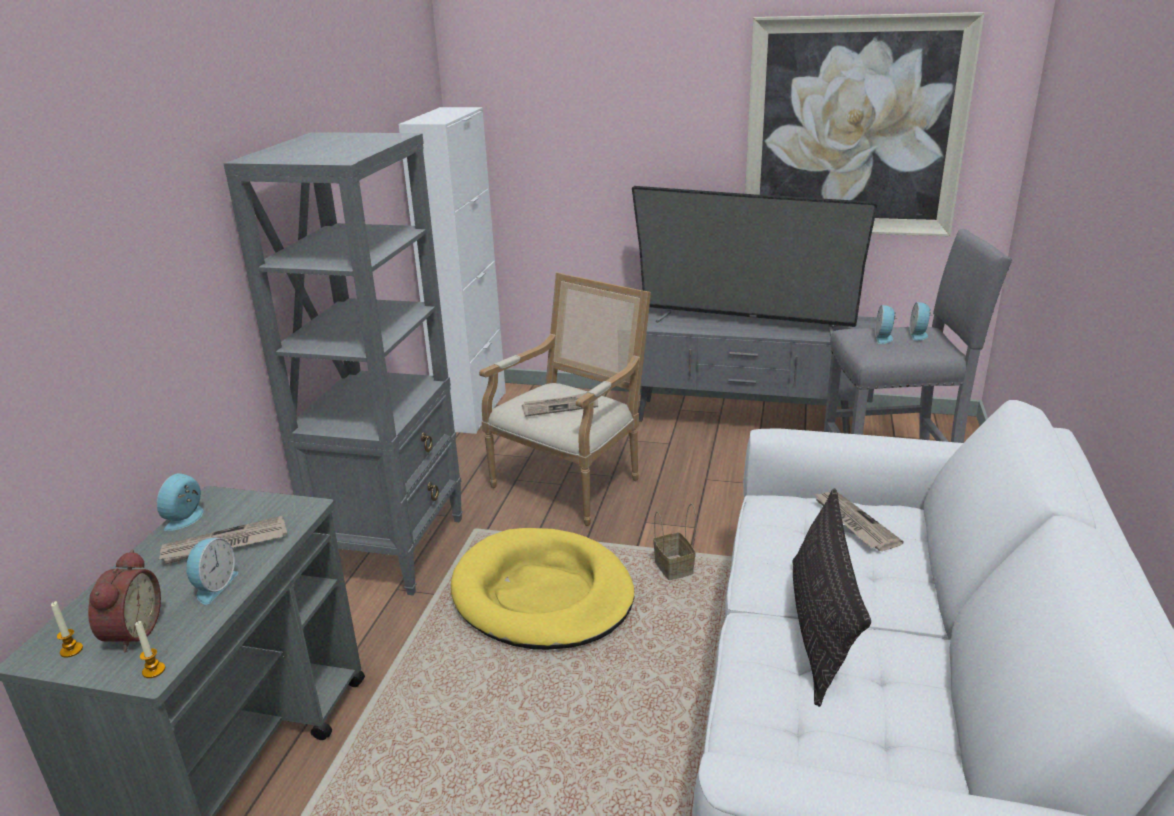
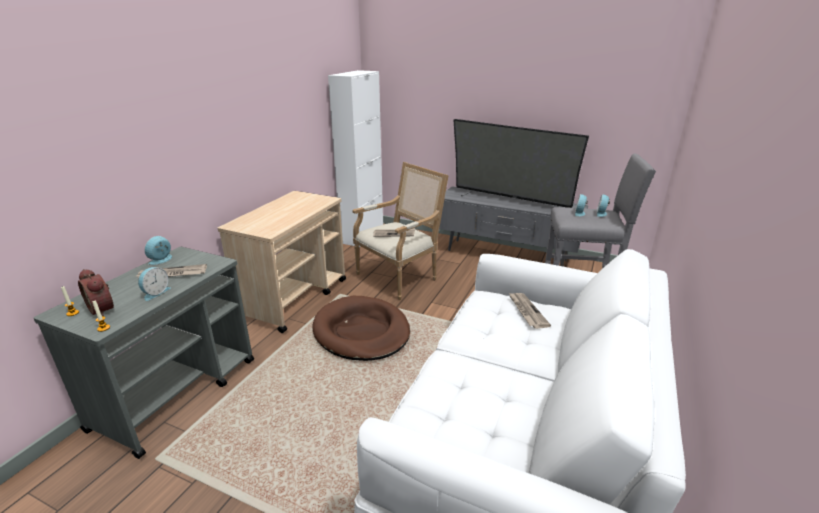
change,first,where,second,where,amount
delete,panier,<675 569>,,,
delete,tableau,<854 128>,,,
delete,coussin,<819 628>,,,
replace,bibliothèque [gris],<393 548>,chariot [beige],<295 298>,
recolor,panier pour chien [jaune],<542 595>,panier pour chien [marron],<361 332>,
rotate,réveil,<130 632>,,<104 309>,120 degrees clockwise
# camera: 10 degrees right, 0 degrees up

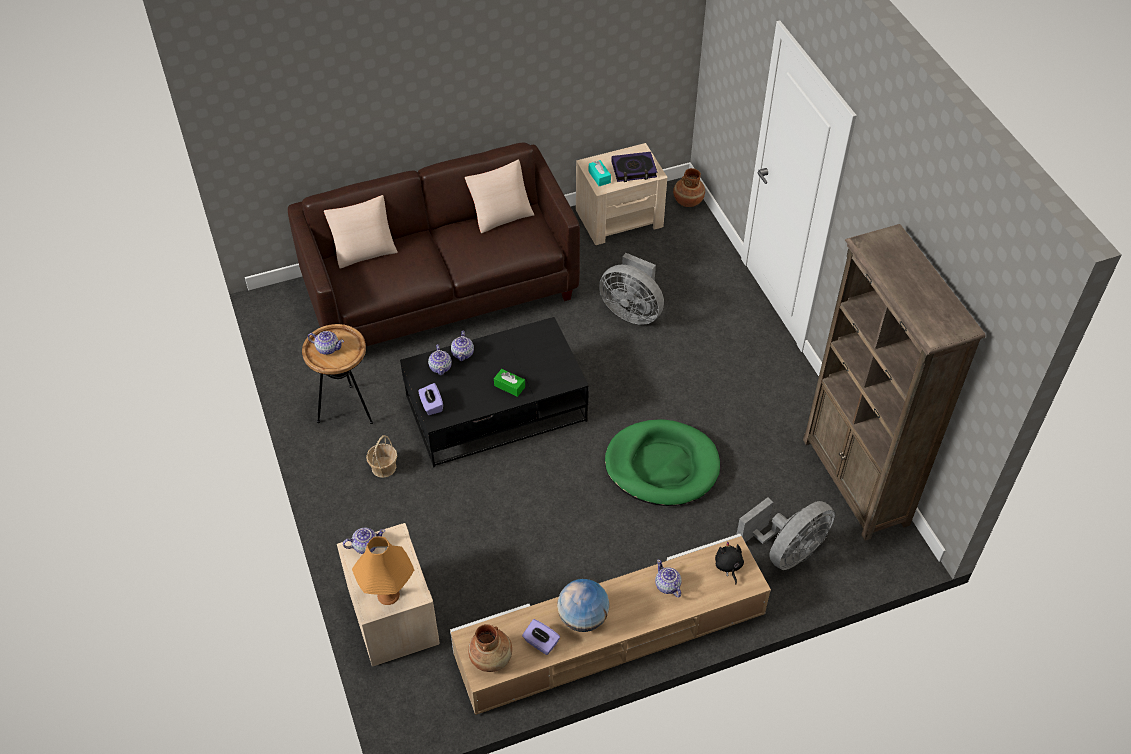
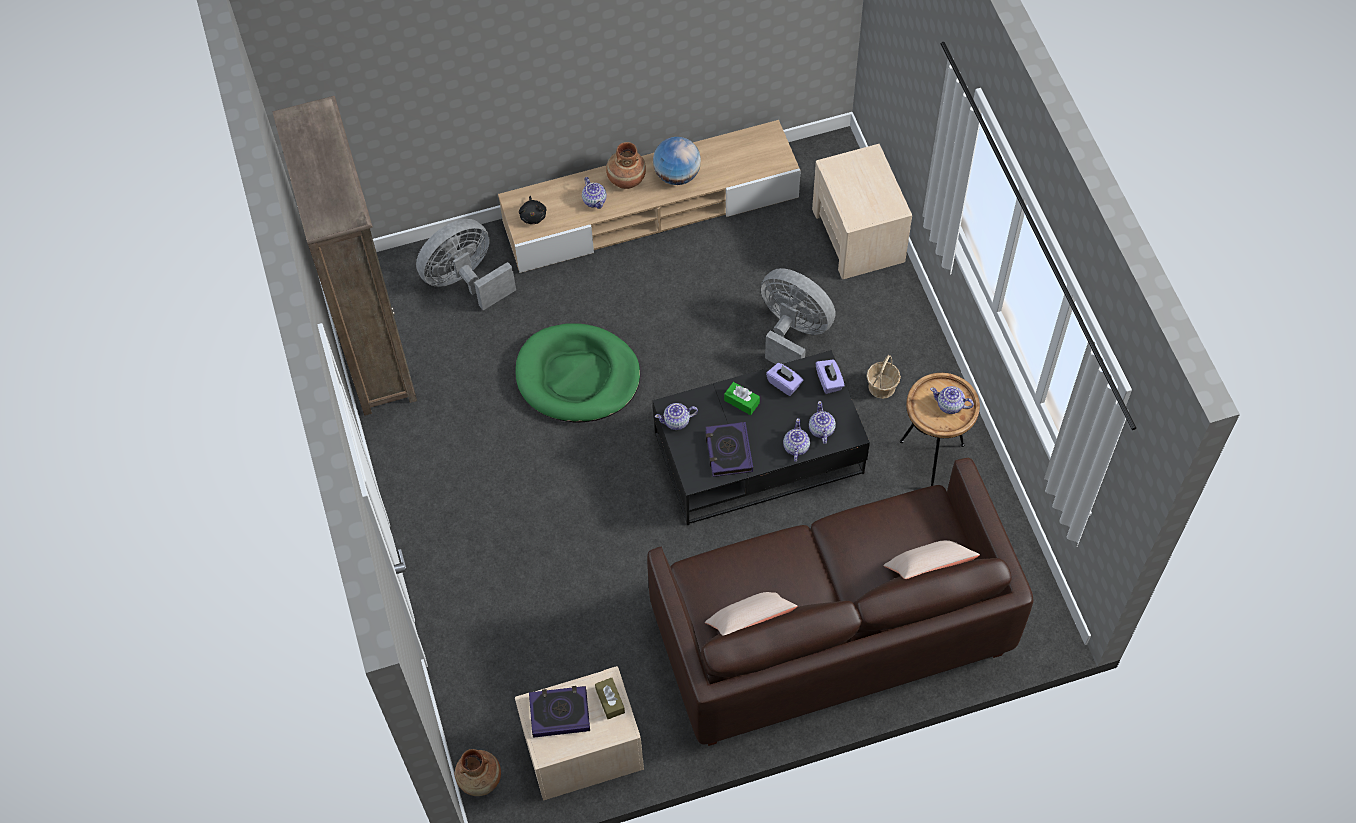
change,first,where,second,where,amount
delete,lampe de table [orange],<388 595>,,,
insert,,,livre,<728 451>,
move,théière,<365 546>,,<677 421>,
move,vase [marron],<491 658>,,<626 179>,
move,boîte à mouchoirs [violet],<541 643>,,<784 384>,
move,ventilateur [gris],<632 311>,,<793 332>,
recolor,boîte à mouchoirs [turquoise],<599 177>,boîte à mouchoirs [marron],<610 701>,
# camera: 175 degrees left, 10 degrees up

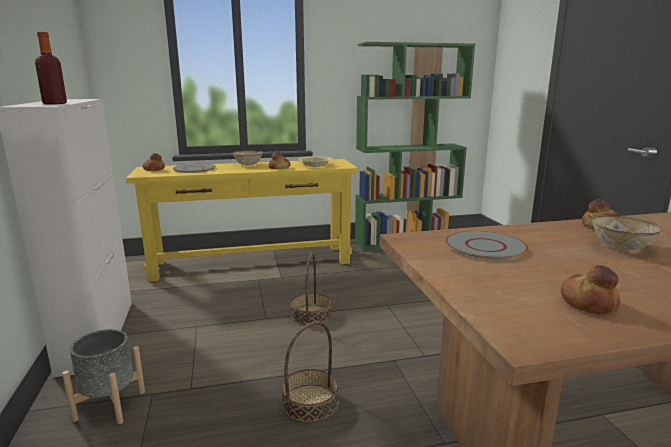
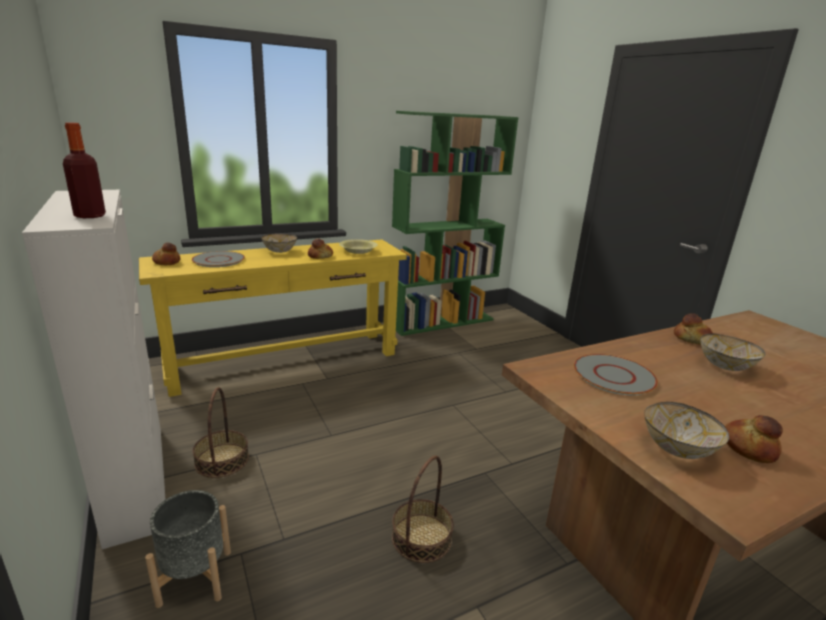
change,first,where,second,where,amount
insert,,,bol,<678 448>,
move,panier,<311 315>,,<222 460>,
# camera: 15 degrees left, 5 degrees up

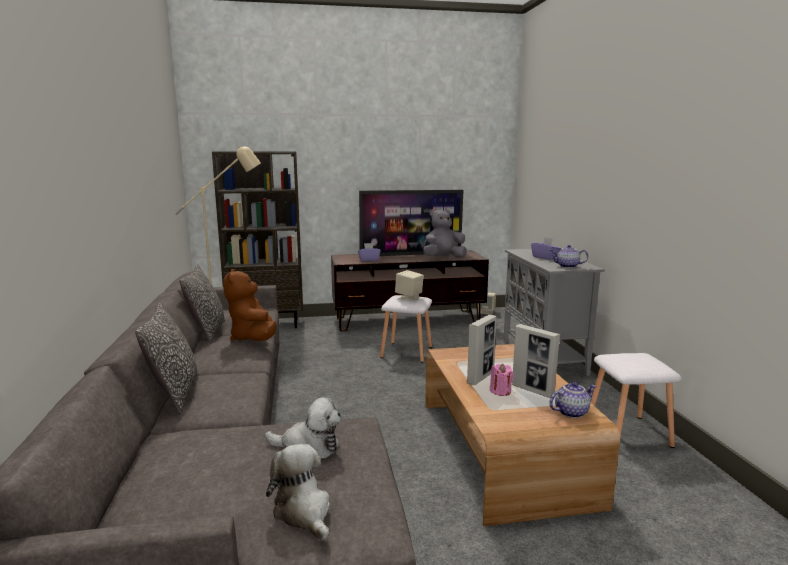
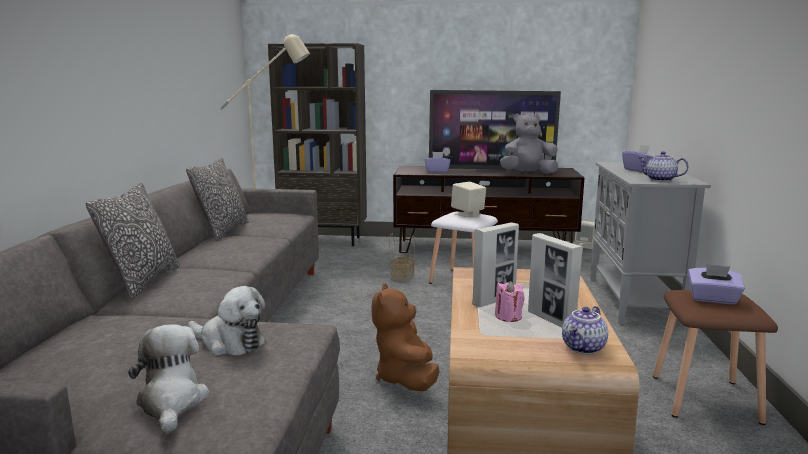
change,first,where,second,where,amount
insert,,,panier,<402 277>,
insert,,,boîte à mouchoirs [violet],<713 299>,
move,peluche [marron],<253 338>,,<406 379>,
recolor,tabouret [blanc],<629 433>,tabouret [marron],<706 399>,
rotate,théière,<571 412>,,<584 348>,135 degrees clockwise
# camera: 15 degrees right, 0 degrees up

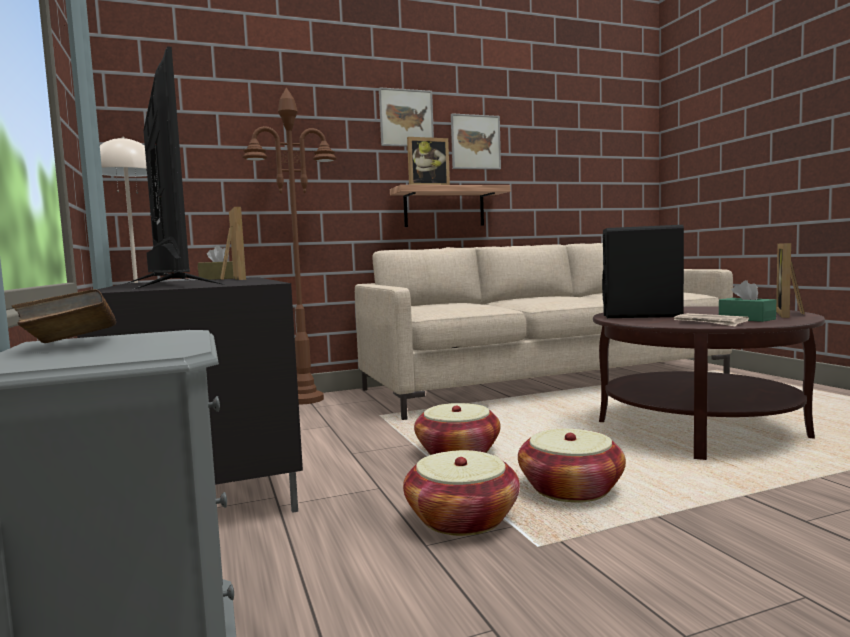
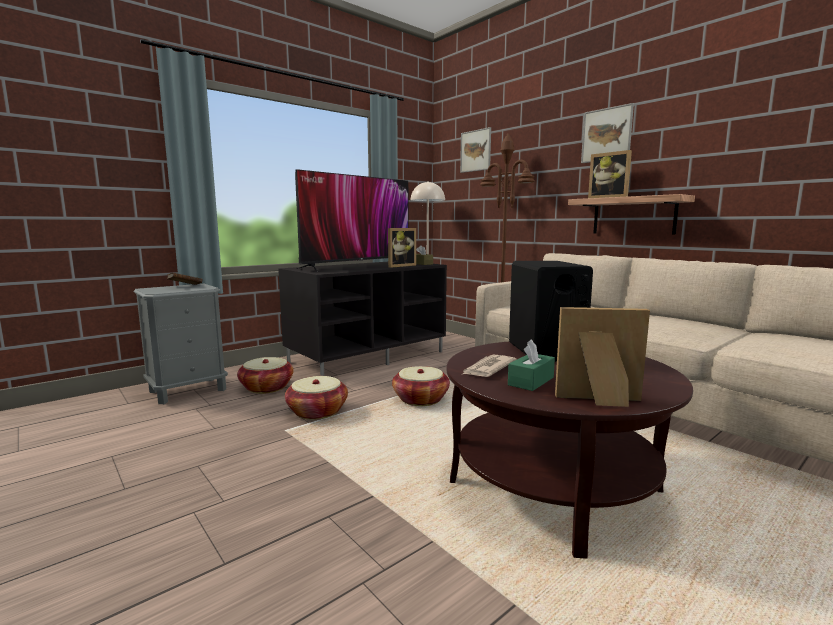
change,first,where,second,where,amount
move,tableau,<475 142>,,<475 150>,
move,panier,<570 489>,,<266 387>,
# camera: 70 degrees right, 5 degrees up

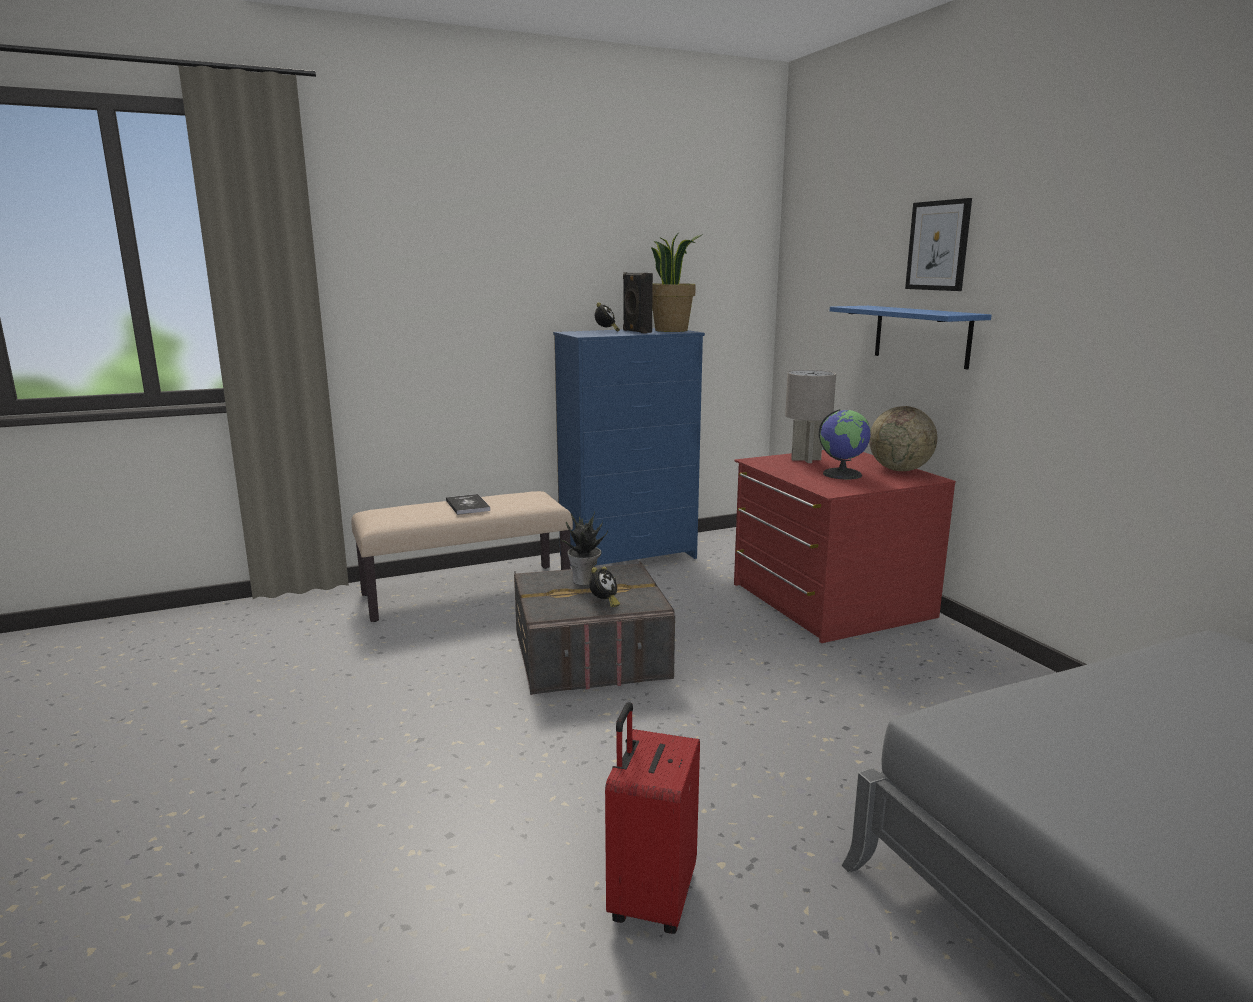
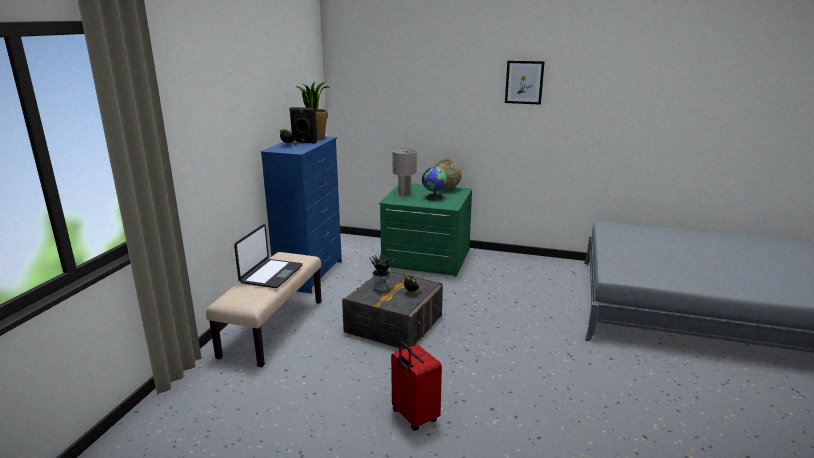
change,first,where,second,where,amount
delete,étagère [bleu],<921 335>,,,
move,valise [rouge],<650 898>,,<414 417>,
move,tableau,<938 245>,,<524 82>,
replace,livre,<467 505>,ordinateur portable,<271 274>,
recolor,commode [rouge],<828 601>,commode [vert],<426 258>,
# camera: 50 degrees left, 5 degrees up

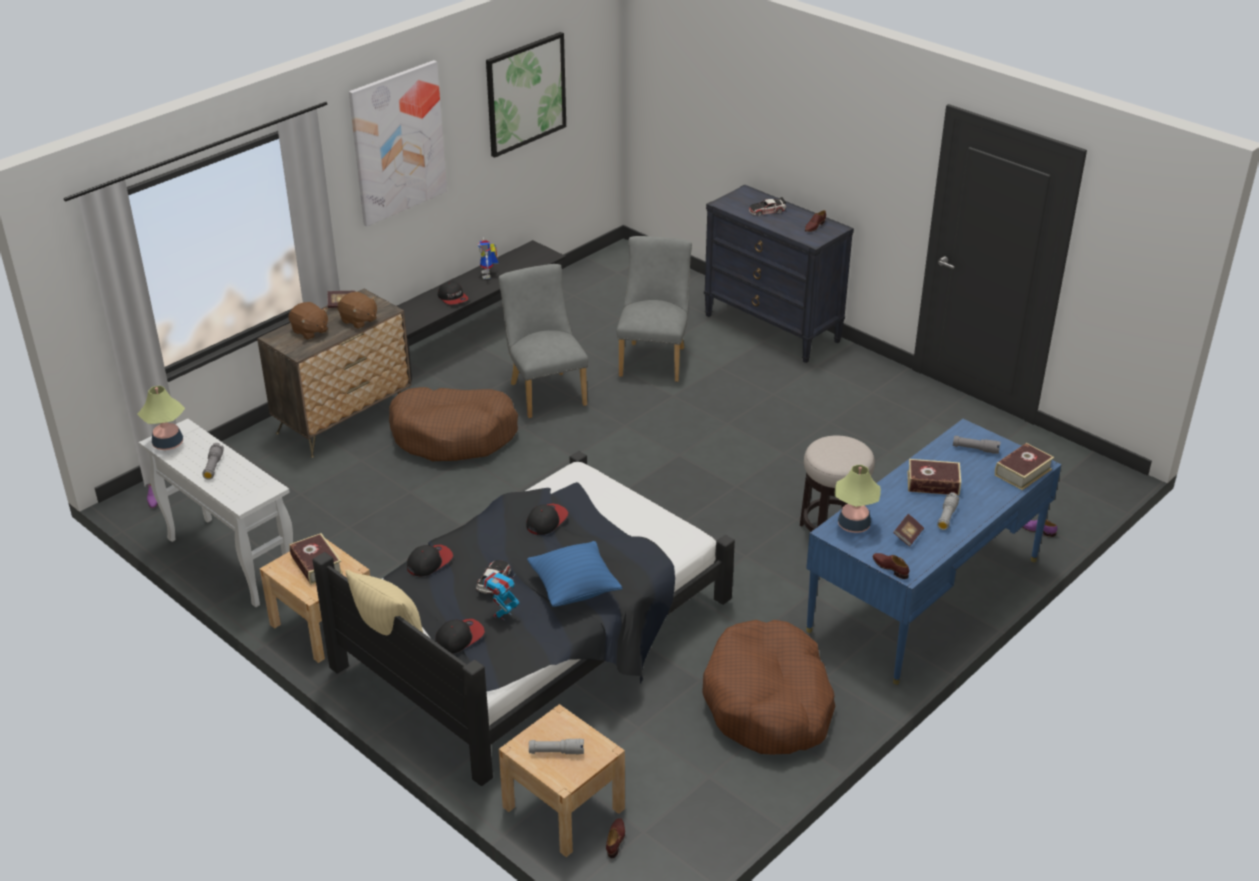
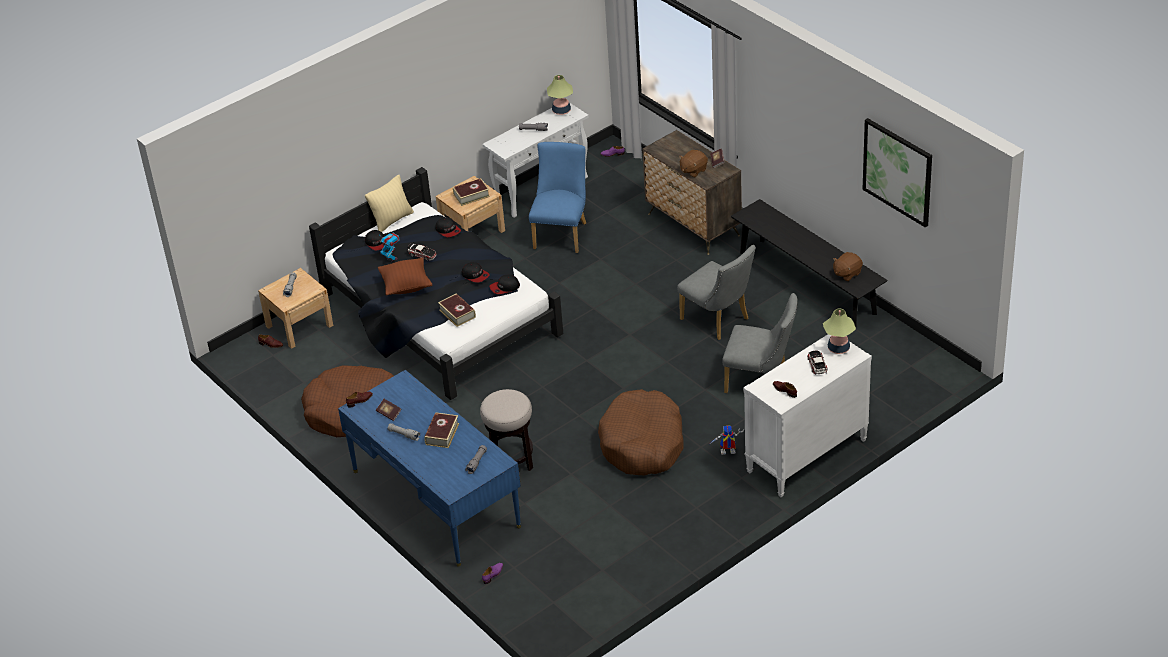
change,first,where,second,where,amount
delete,tableau,<397 142>,,,
insert,,,chaise [bleu],<562 233>,
move,peluche [marron],<310 331>,,<847 273>,
move,panier pour chien [marron],<454 435>,,<642 443>,
move,casquette,<453 298>,,<505 287>,
move,robot jouet,<489 275>,,<726 453>,
move,lampe de table,<853 525>,,<838 348>,
move,livre,<1022 472>,,<457 313>,
recolor,coussin [bleu],<574 589>,coussin [marron],<406 286>,
recolor,commode [noir],<772 328>,commode [blanc],<806 456>,
rotate,chaise [gris],<545 391>,,<718 321>,60 degrees clockwise
# camera: 100 degrees right, 5 degrees up

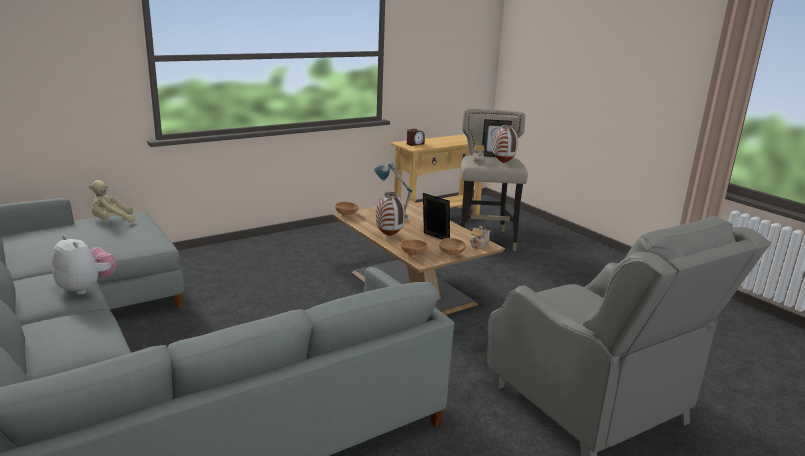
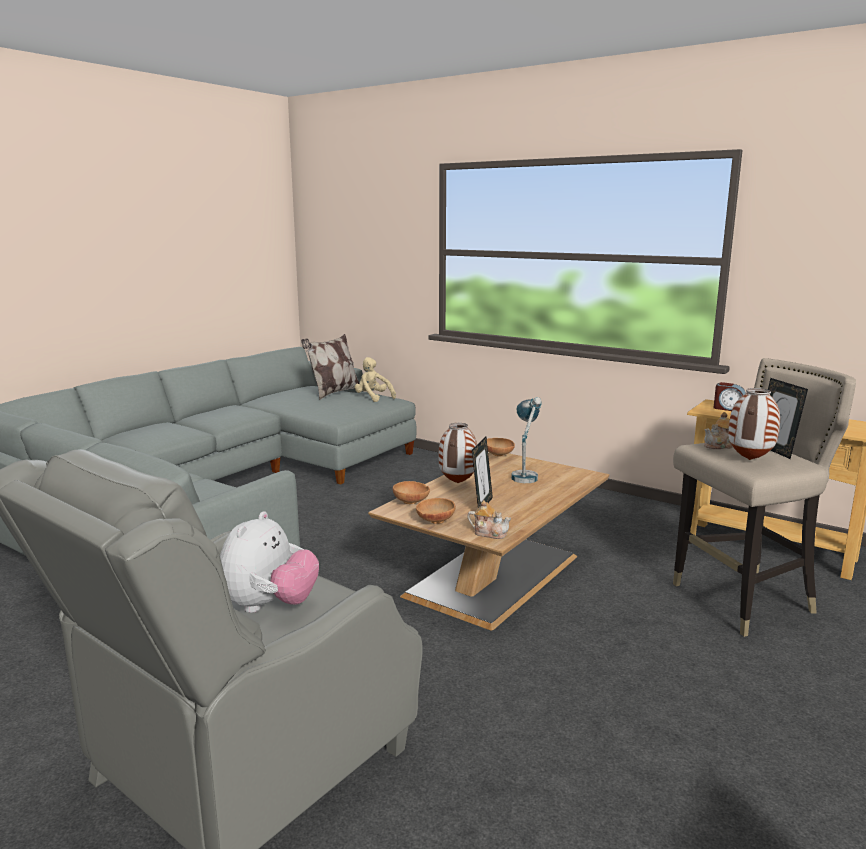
change,first,where,second,where,amount
insert,,,coussin,<333 393>,
move,peluche,<86 288>,,<269 606>,
# camera: 70 degrees right, 5 degrees down

